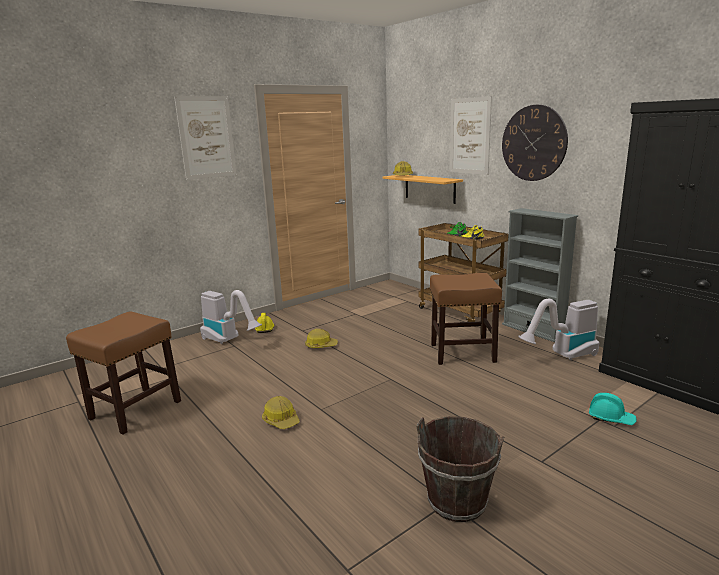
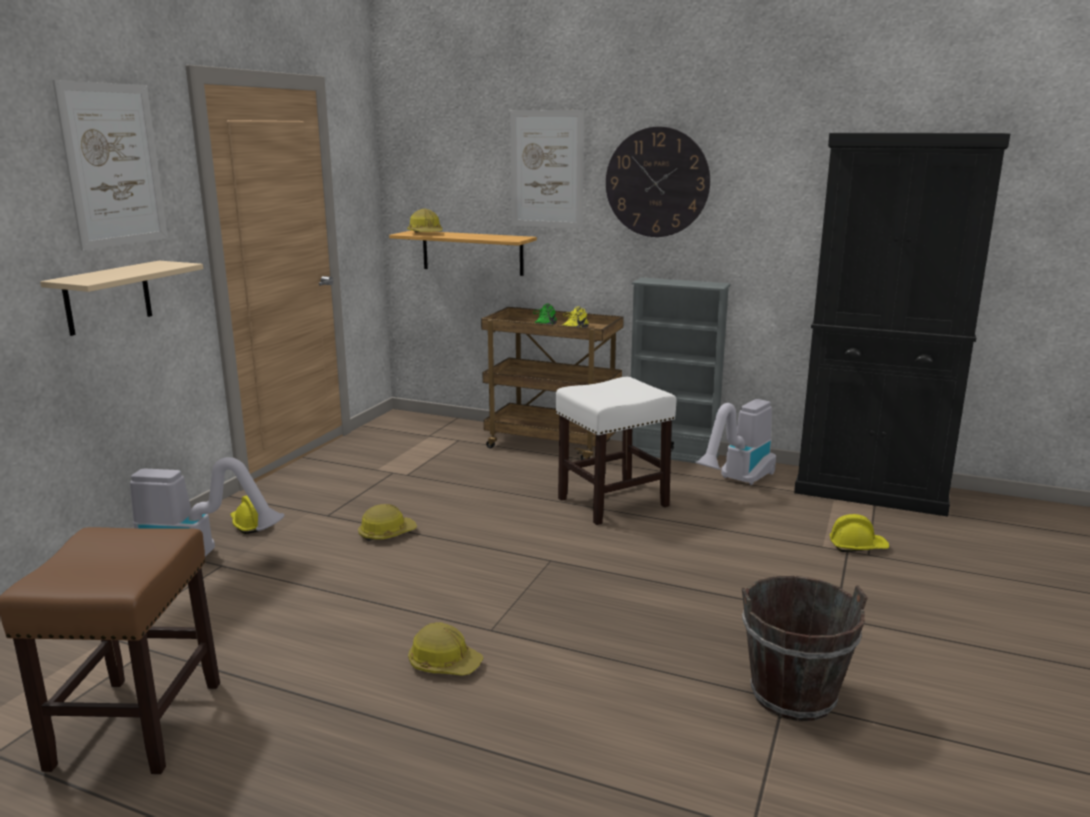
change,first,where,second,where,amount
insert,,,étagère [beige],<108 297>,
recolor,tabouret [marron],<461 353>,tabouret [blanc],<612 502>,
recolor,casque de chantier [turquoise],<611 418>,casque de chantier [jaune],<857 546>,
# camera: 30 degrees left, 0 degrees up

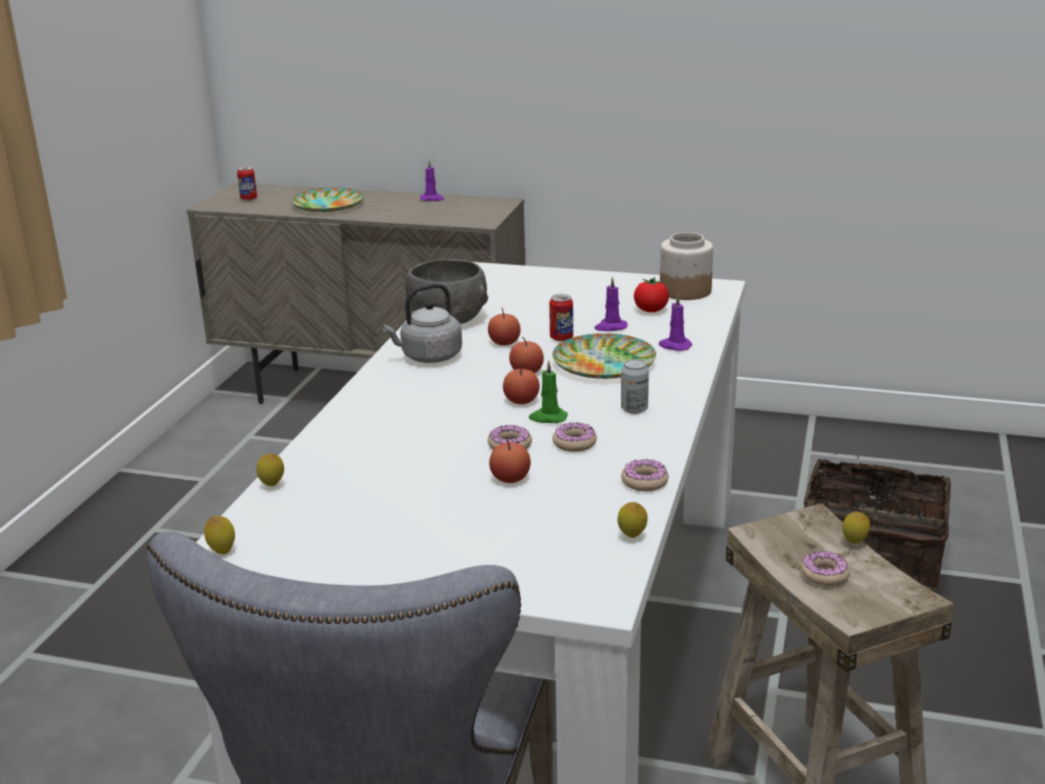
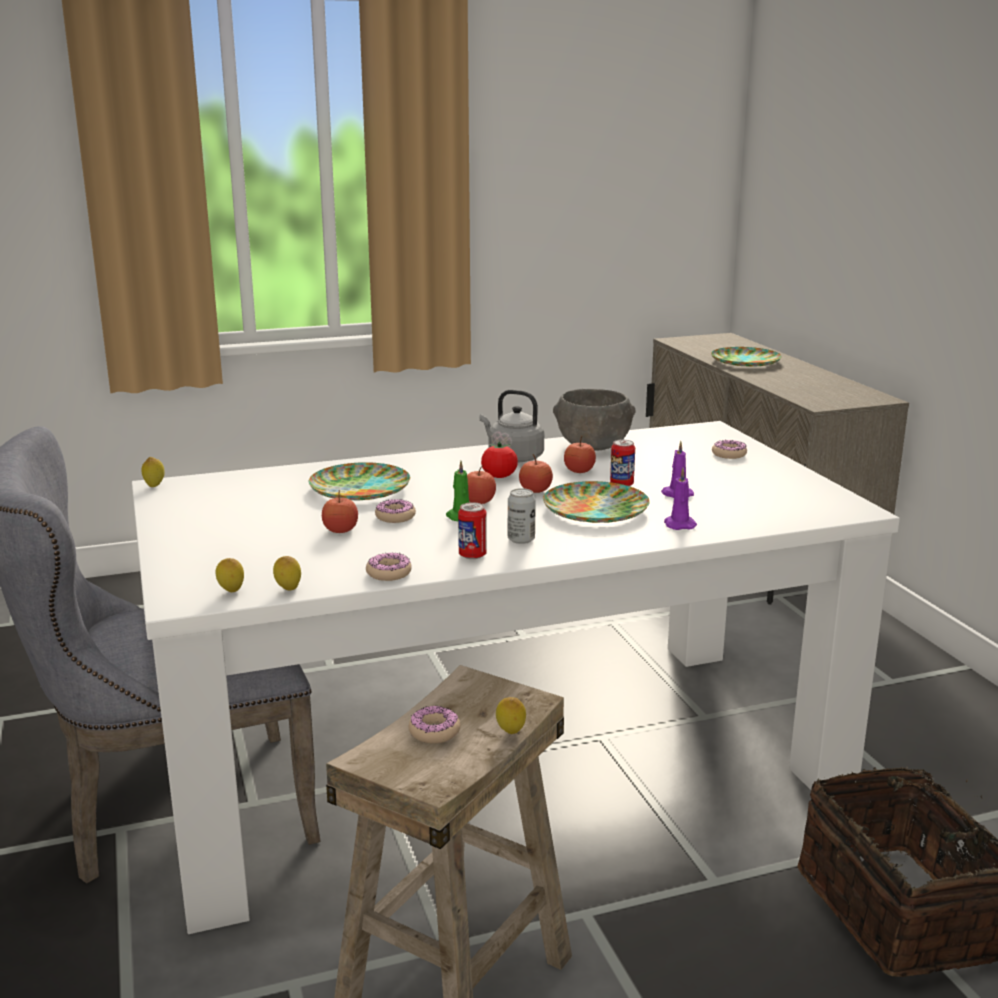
change,first,where,second,where,amount
delete,bougie [violet],<432 199>,,,
delete,bocal,<684 291>,,,
insert,,,assiette,<359 488>,
move,boîte métallique,<249 199>,,<472 555>,
move,citron,<272 486>,,<231 592>,
move,beignet,<574 443>,,<729 454>,
move,tomate,<651 311>,,<499 476>,
# camera: 55 degrees right, 5 degrees down

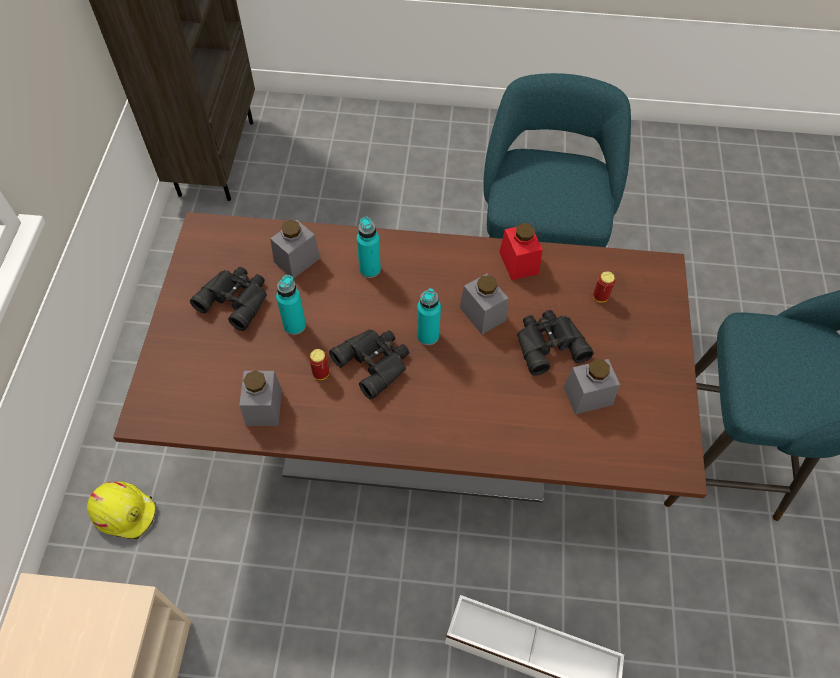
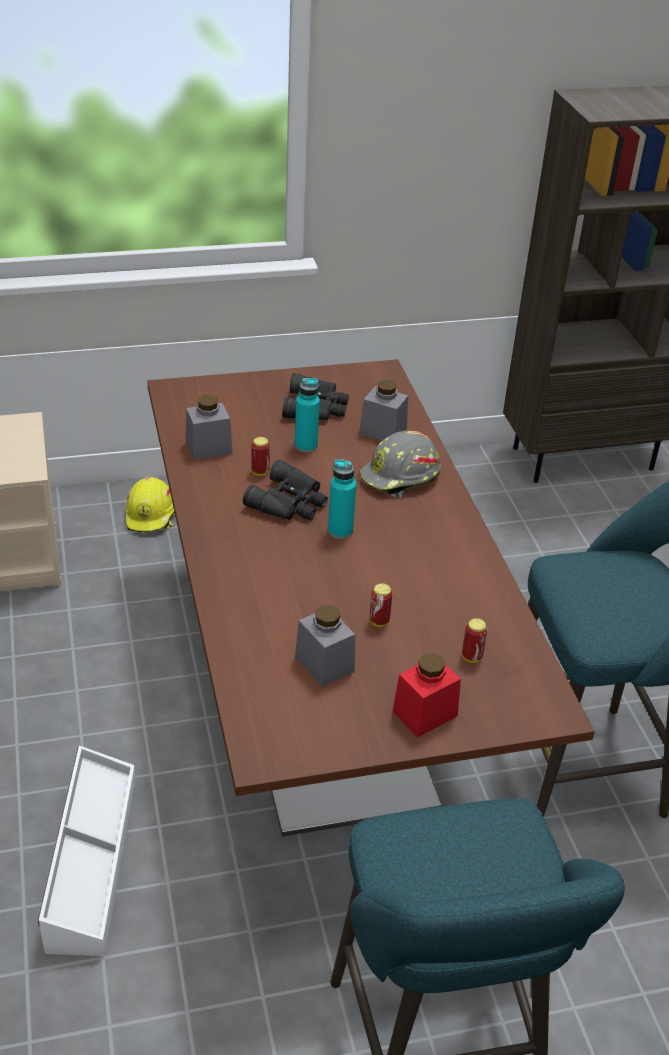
change,first,where,second,where,amount
delete,bocal [gris],<482 314>,,,
move,bocal [rouge],<518 263>,,<424 713>,
replace,bouteille [turquoise],<370 269>,casque de chantier [gris],<400 477>,
replace,jumelles [noir],<548 343>,boîte métallique,<379 622>,
# camera: 70 degrees right, 20 degrees down

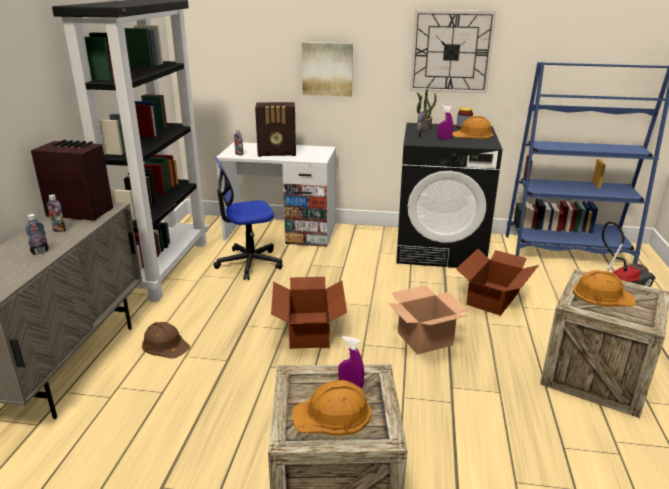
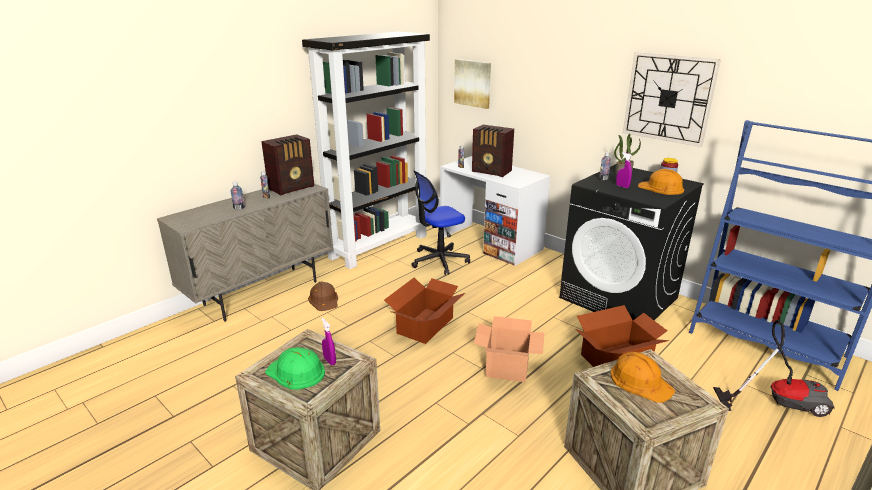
change,first,where,second,where,amount
move,tableau,<327 69>,,<473 83>,
recolor,casque de chantier [orange],<332 414>,casque de chantier [vert],<296 372>,
rotate,radio,<80 212>,,<292 188>,90 degrees clockwise
rotate,chaise de bureau,<249 263>,,<439 260>,45 degrees counterclockwise
# camera: 35 degrees right, 0 degrees up

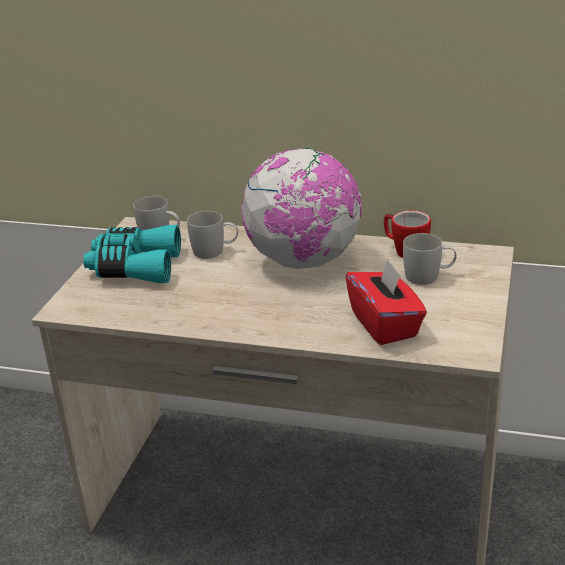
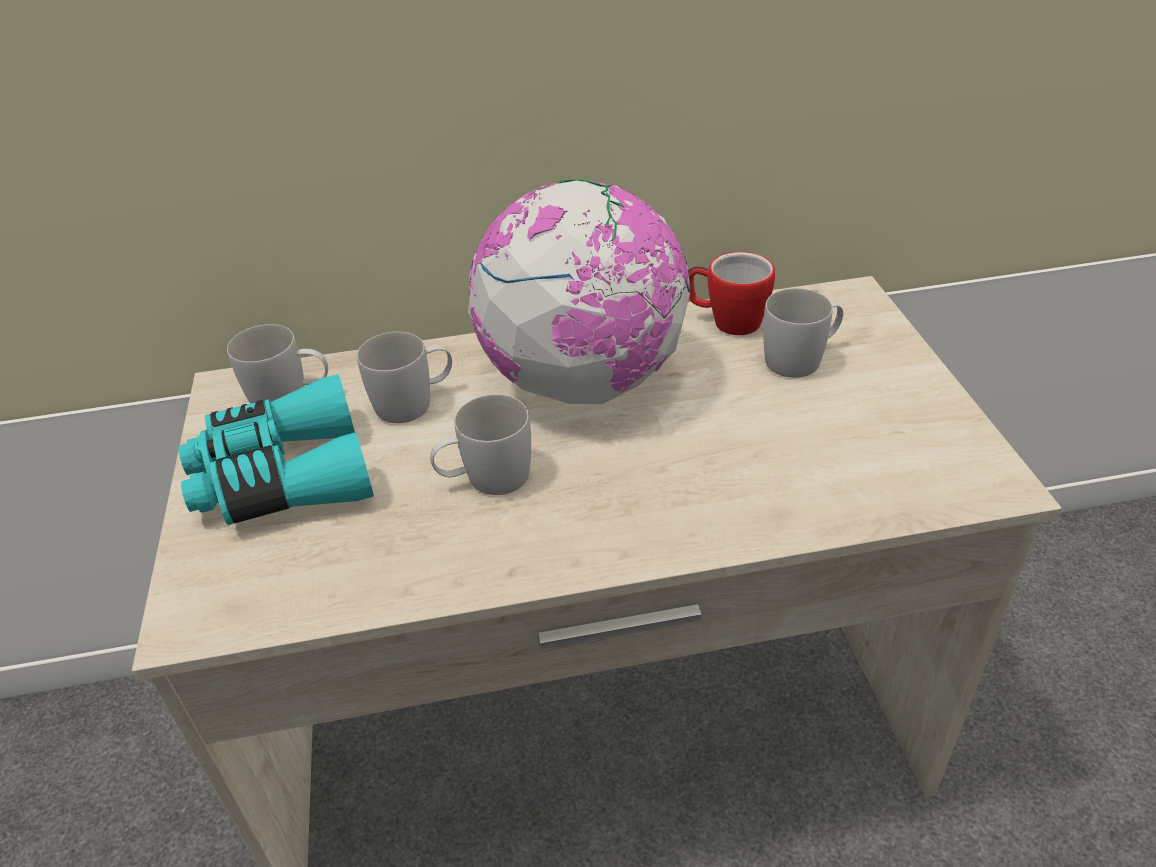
change,first,where,second,where,amount
delete,boîte à mouchoirs [rouge],<385 324>,,,
insert,,,mug [blanc],<485 479>,
# camera: 25 degrees left, 10 degrees up

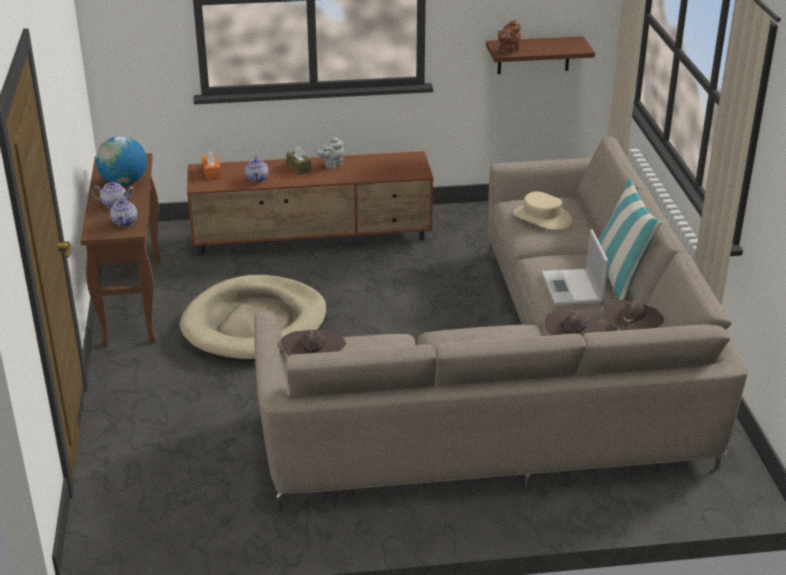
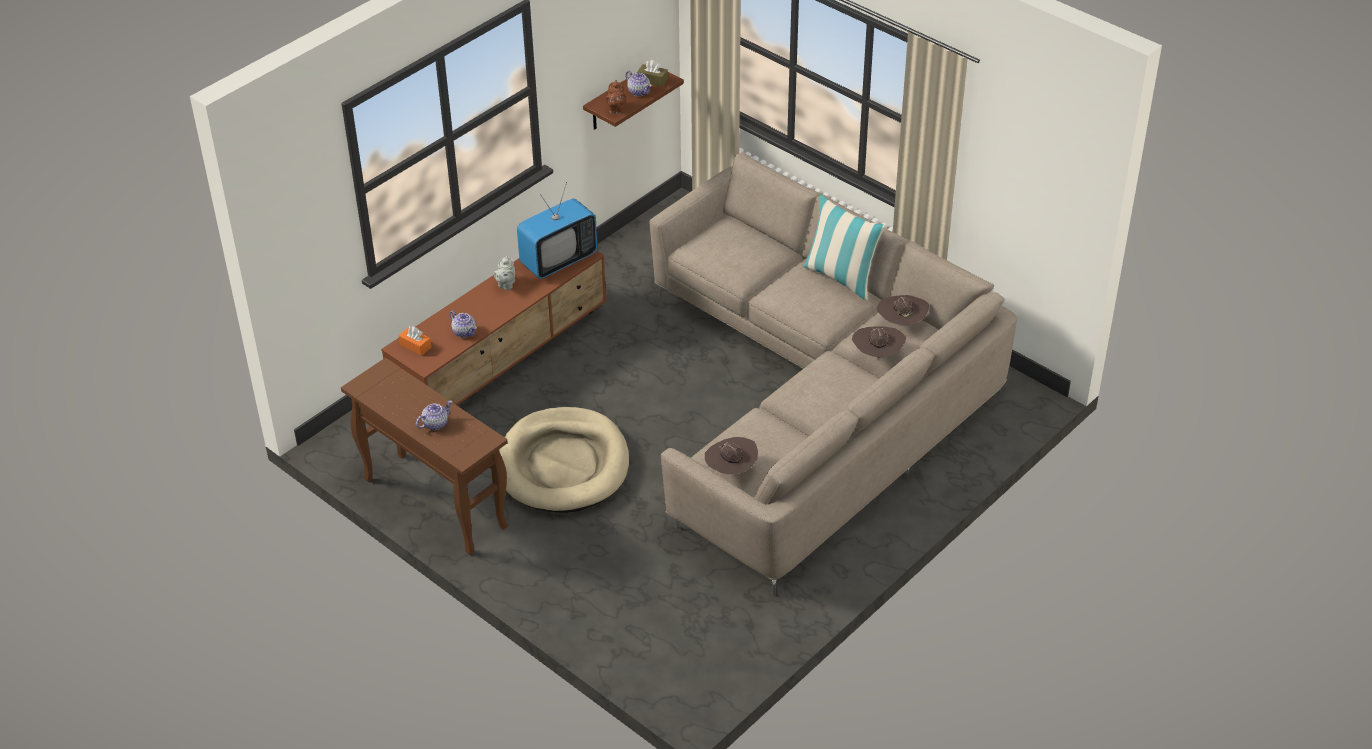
change,first,where,second,where,amount
delete,globe,<124 183>,,,
delete,chapeau [beige],<541 218>,,,
delete,ordinateur portable,<572 288>,,,
insert,,,téléviseur,<558 260>,
move,théière,<125 222>,,<639 92>,
move,boîte à mouchoirs [marron],<299 167>,,<652 80>,
# camera: 40 degrees left, 10 degrees up

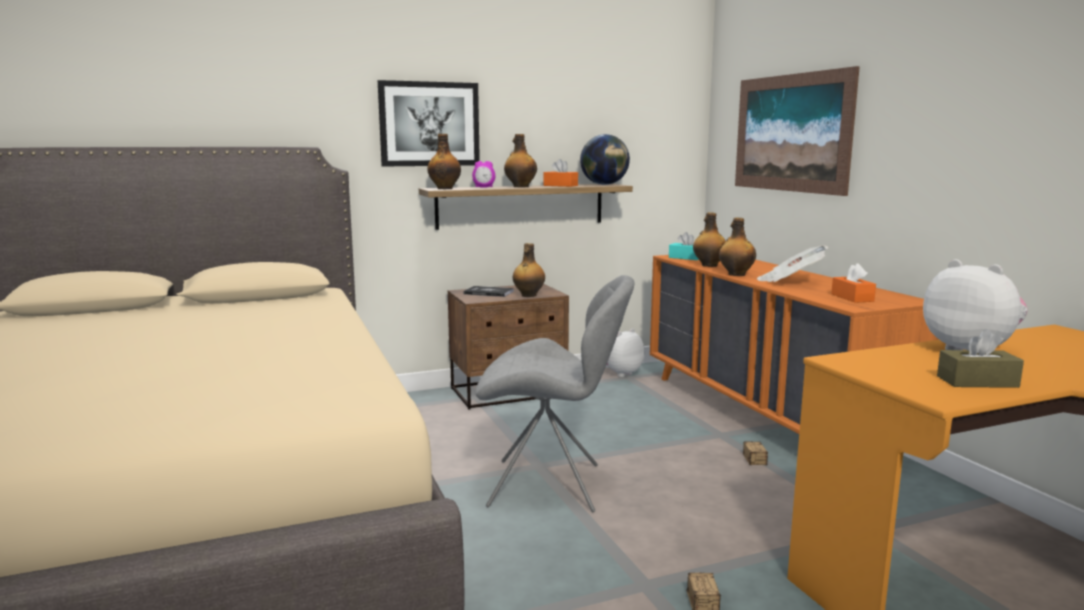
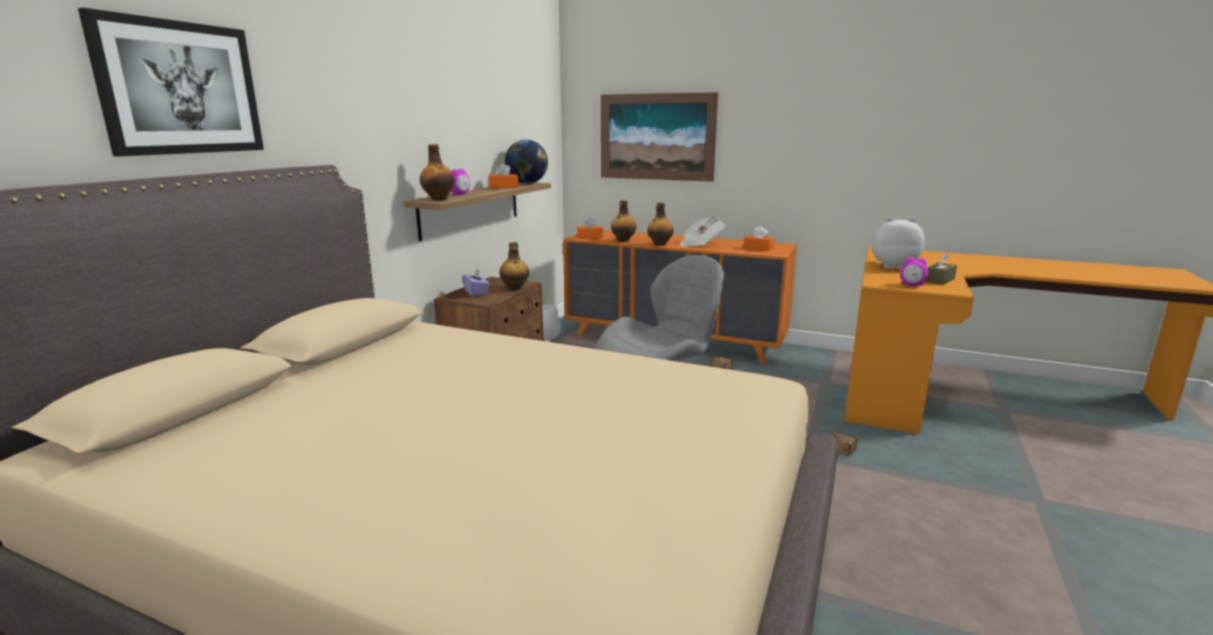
change,first,where,second,where,amount
delete,bouteille,<520 187>,,,
insert,,,réveil,<912 285>,
move,tableau,<429 124>,,<180 88>,
replace,livre,<488 292>,boîte à mouchoirs [violet],<476 293>,
recolor,boîte à mouchoirs [turquoise],<685 258>,boîte à mouchoirs [orange],<589 237>,
# camera: 45 degrees left, 5 degrees up

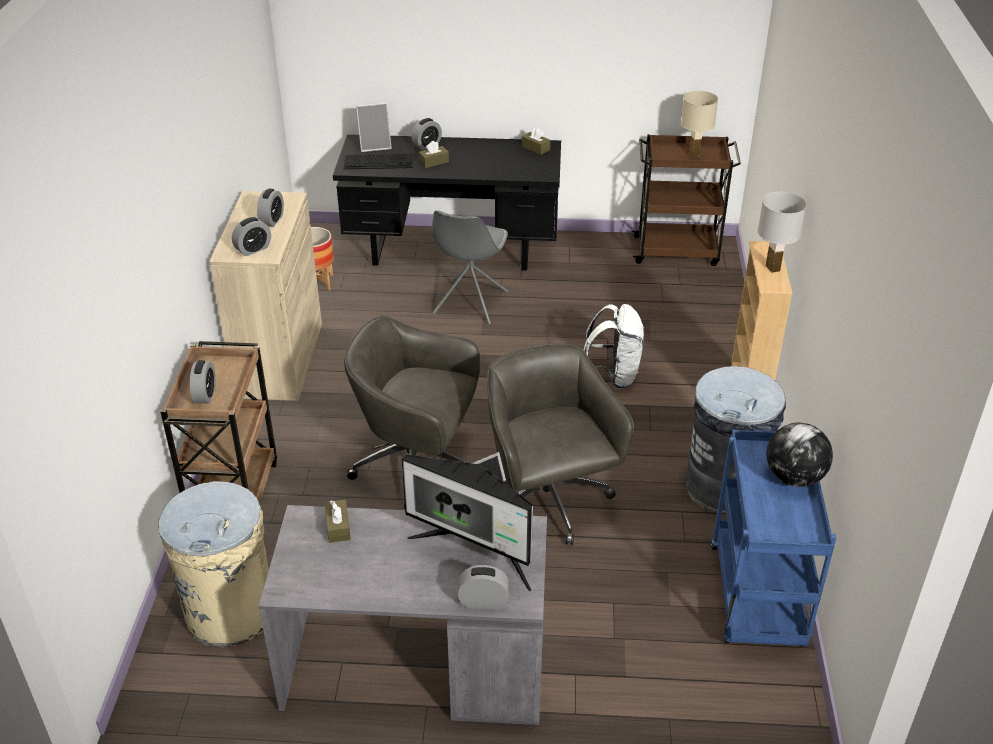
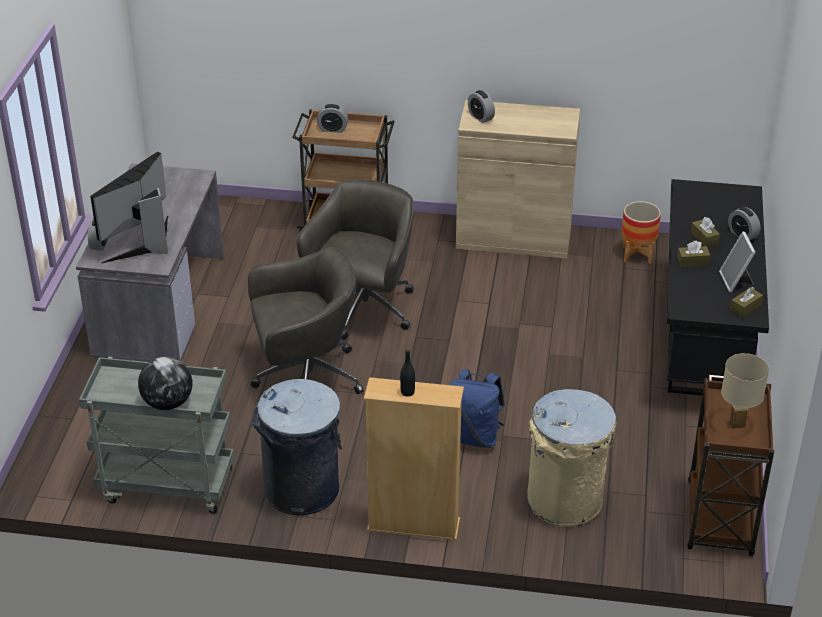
change,first,where,second,where,amount
delete,réveil,<272 220>,,,
delete,clavier,<379 161>,,,
delete,chaise [gris],<470 304>,,,
move,poubelle [beige],<231 611>,,<565 500>,
move,boîte à mouchoirs [marron],<338 527>,,<692 261>,
move,cadre photo,<375 146>,,<736 281>,
replace,lampe de table [blanc],<773 268>,bouteille [noir],<407 392>,
recolor,sac à dos [blanc],<613 376>,sac à dos [bleu],<474 436>,
recolor,chariot [bleu],<758 599>,chariot [gris],<165 486>,
# camera: 95 degrees right, 0 degrees up

